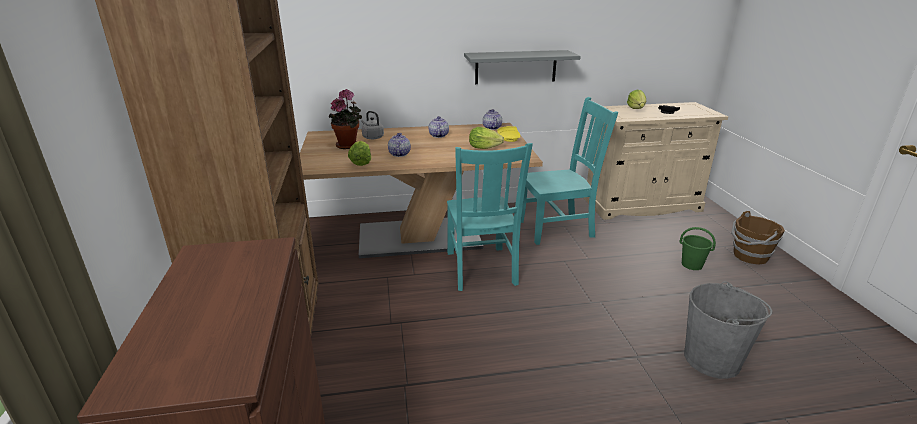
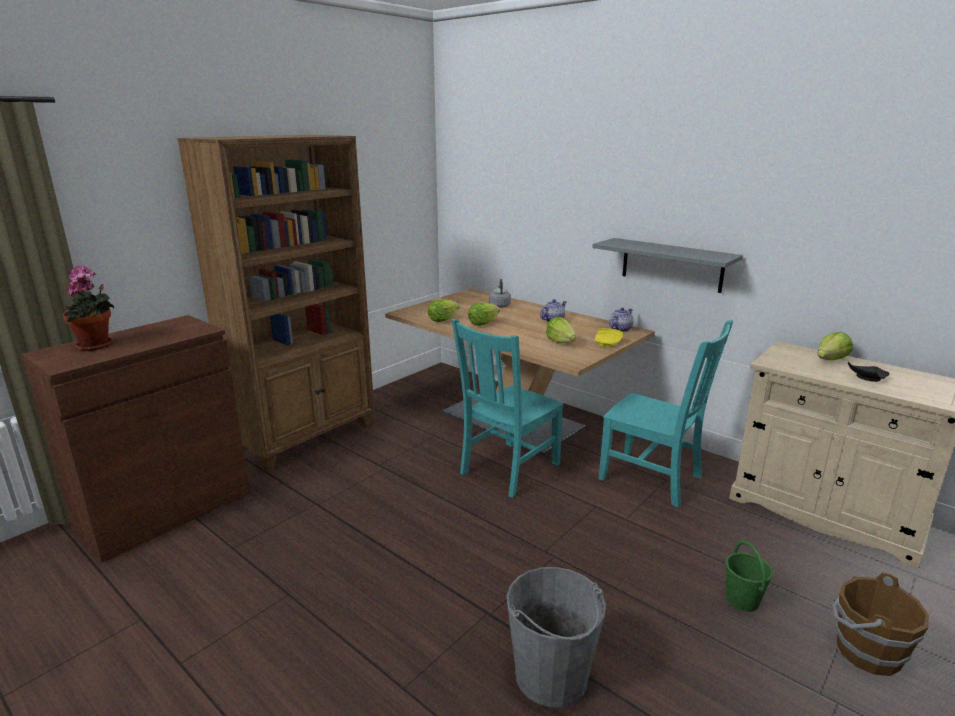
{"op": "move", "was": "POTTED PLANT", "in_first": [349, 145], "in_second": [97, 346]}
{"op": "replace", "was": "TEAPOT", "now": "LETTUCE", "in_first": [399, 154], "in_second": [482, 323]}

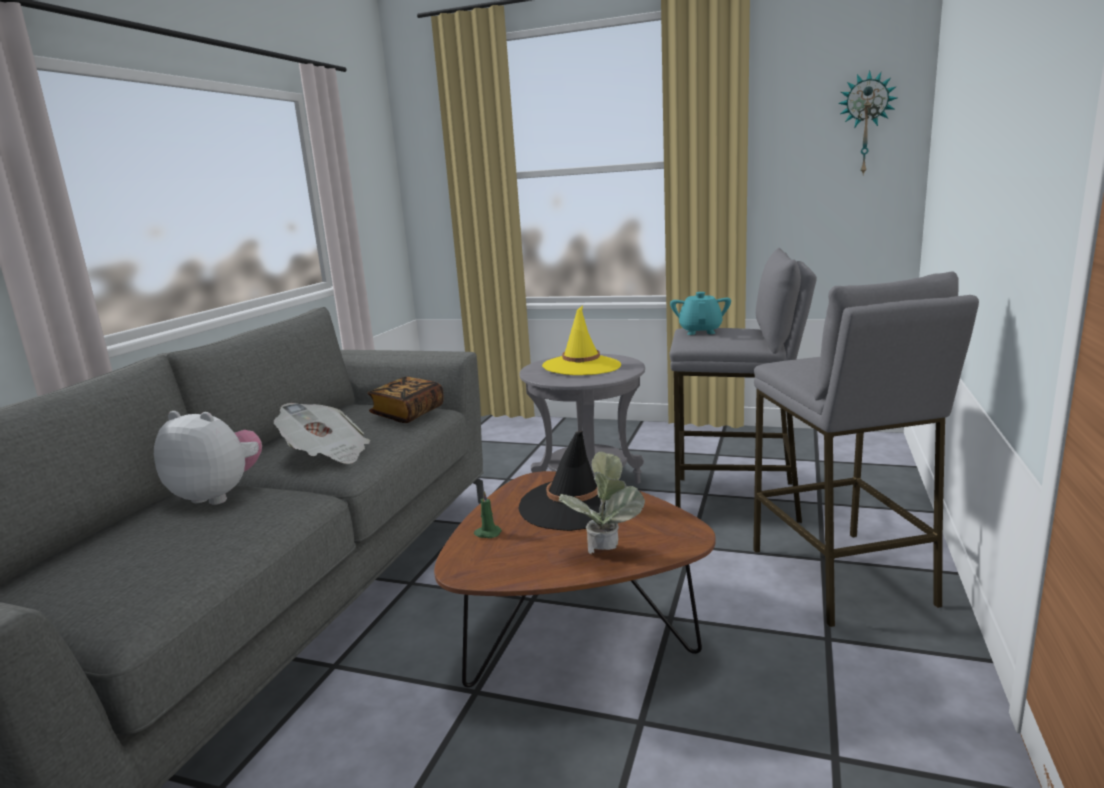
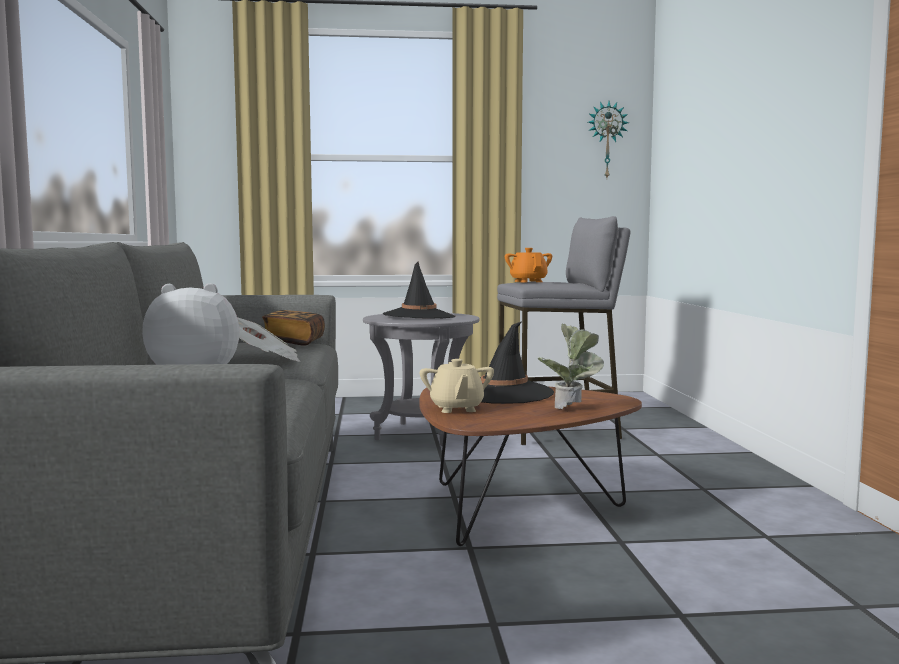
{"op": "delete", "was": "GREY STOOL", "in_first": [840, 576]}
{"op": "replace", "was": "GREEN-COLOURED WAX LIGHT", "now": "BEIGE-COLOURED TEAPOT", "in_first": [487, 533], "in_second": [456, 408]}
{"op": "recolor", "was": "YELLOW HAT", "now": "BLACKISH HAT", "in_first": [581, 366], "in_second": [419, 316]}
{"op": "recolor", "was": "TURQUOISE TEAPOT", "now": "ORANGE-COLOURED TEAPOT", "in_first": [700, 331], "in_second": [528, 281]}

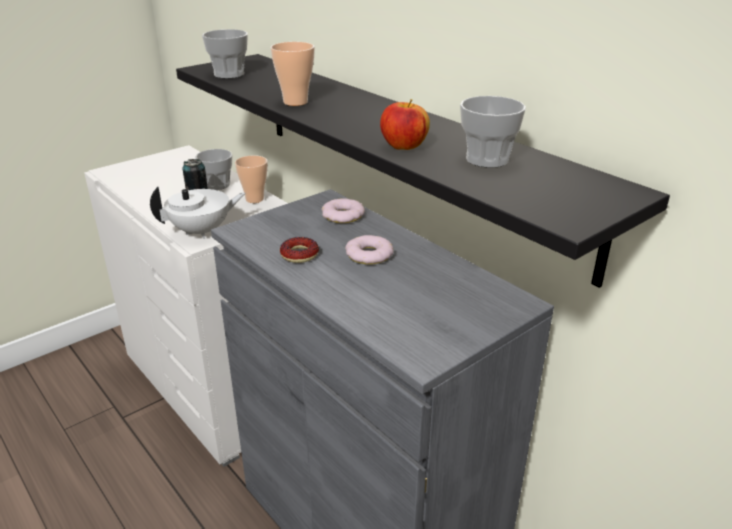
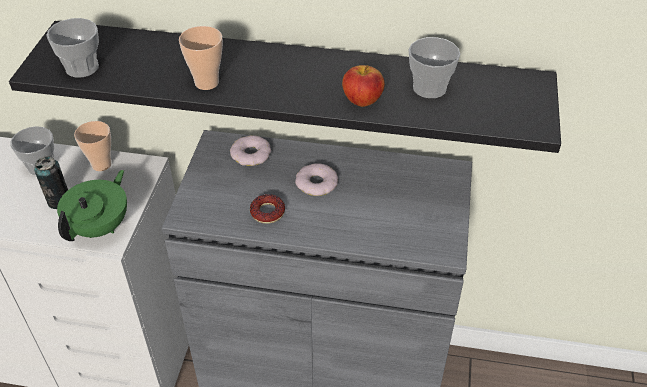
{"op": "recolor", "was": "WHITISH TEAPOT", "now": "GREEN-COLOURED TEAPOT", "in_first": [202, 231], "in_second": [101, 226]}

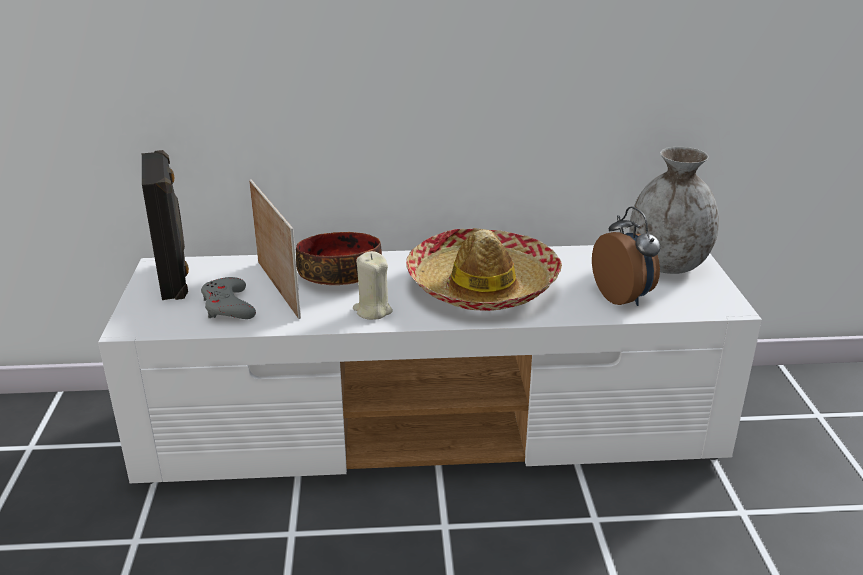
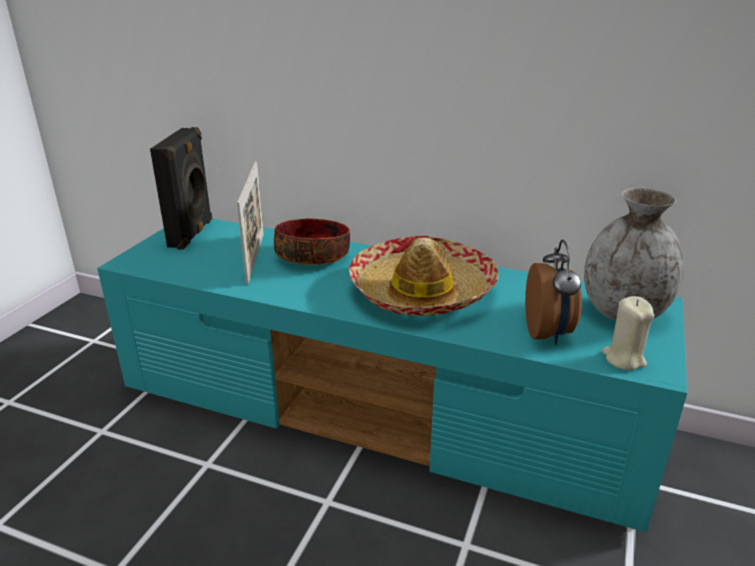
{"op": "delete", "was": "GREY GAME CONTROLLER", "in_first": [228, 306]}
{"op": "move", "was": "BEIGE-COLOURED WAX LIGHT", "in_first": [372, 310], "in_second": [623, 358]}
{"op": "recolor", "was": "WHITISH TV UNIT", "now": "TURQUOISE TV UNIT", "in_first": [435, 427], "in_second": [381, 411]}

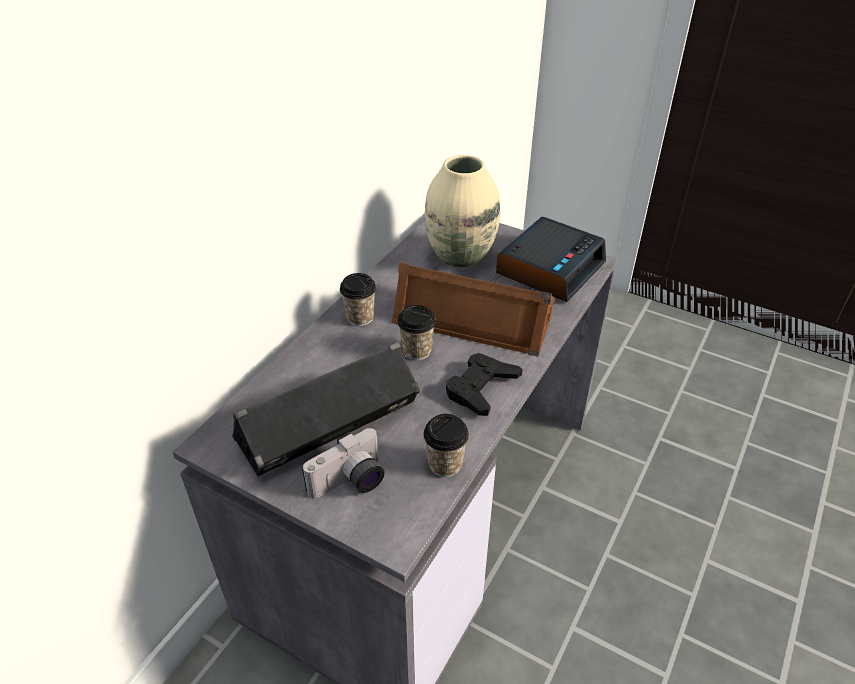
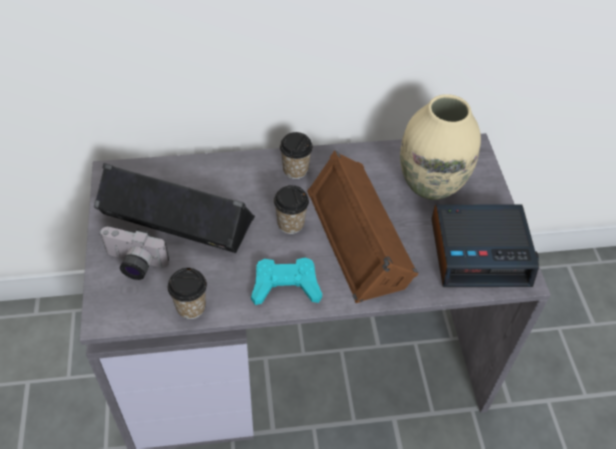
{"op": "recolor", "was": "BLACKISH GAME CONTROLLER", "now": "TURQUOISE GAME CONTROLLER", "in_first": [481, 388], "in_second": [285, 285]}

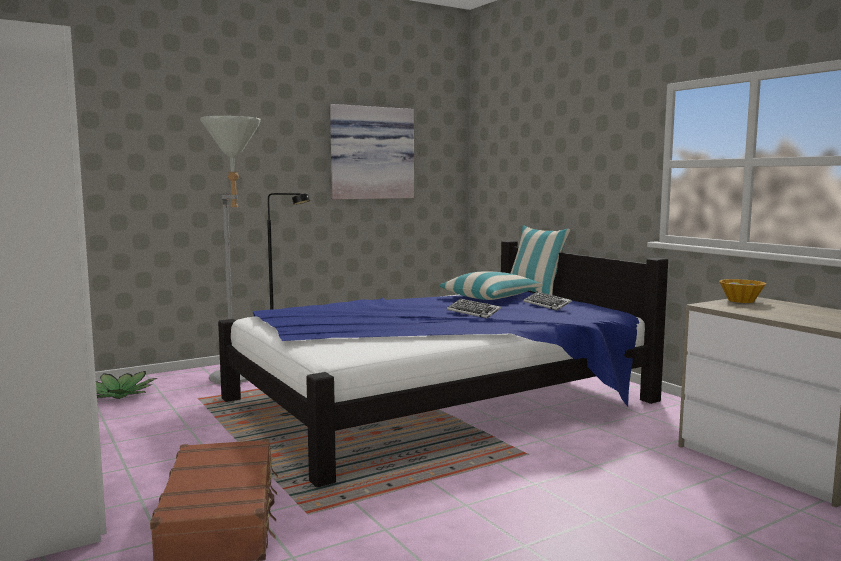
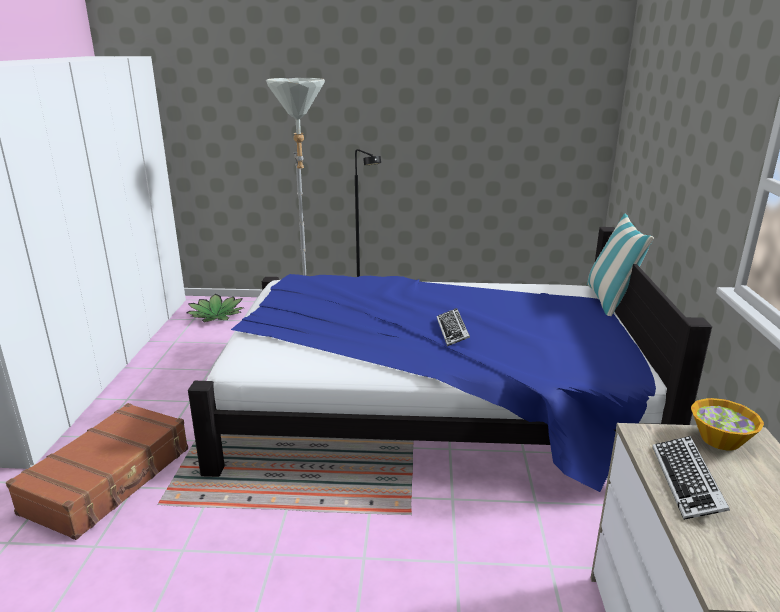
{"op": "delete", "was": "PICTURE", "in_first": [371, 153]}
{"op": "delete", "was": "THROW PILLOW", "in_first": [490, 297]}
{"op": "move", "was": "COMPUTER KEYBOARD", "in_first": [547, 305], "in_second": [687, 482]}

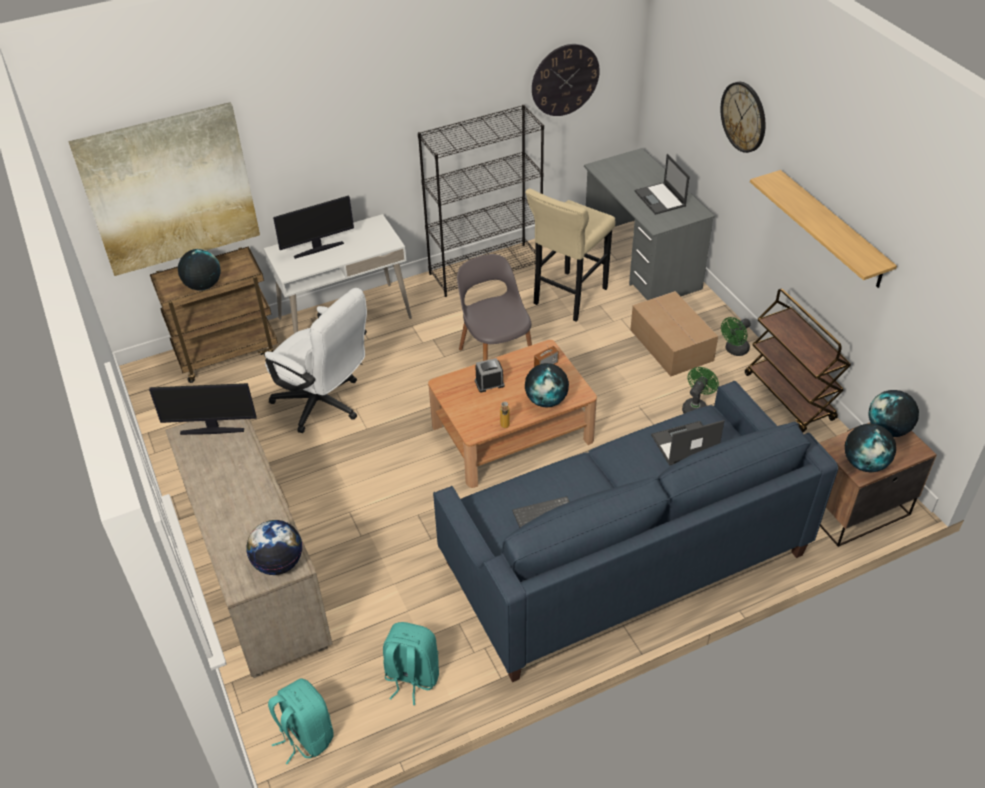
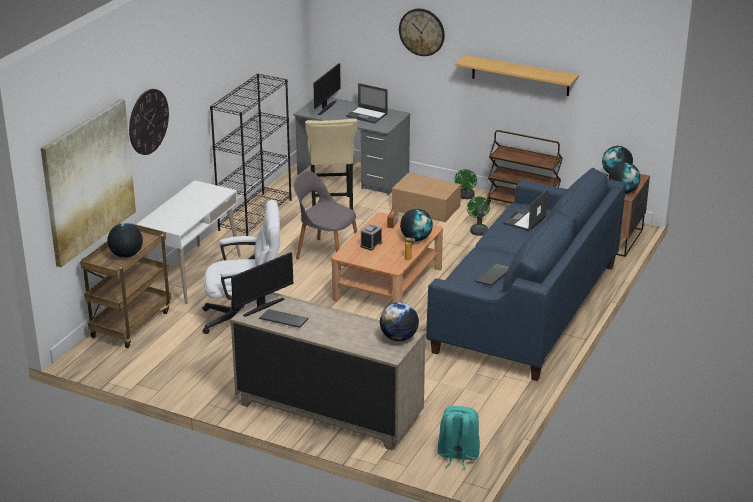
{"op": "delete", "was": "TURQUOISE BACKPACK", "in_first": [411, 677]}
{"op": "insert", "now": "COMPUTER KEYBOARD", "in_second": [283, 320]}
{"op": "move", "was": "COMPUTER DISPLAY", "in_first": [318, 249], "in_second": [326, 107]}
{"op": "move", "was": "HANGING CLOCK", "in_first": [565, 80], "in_second": [148, 121]}

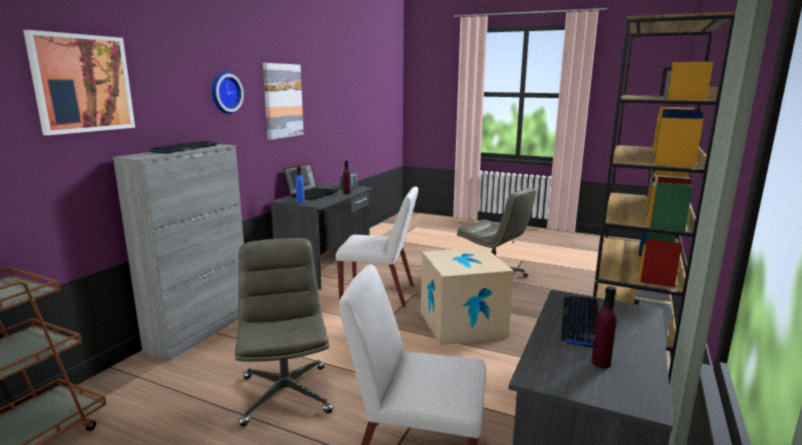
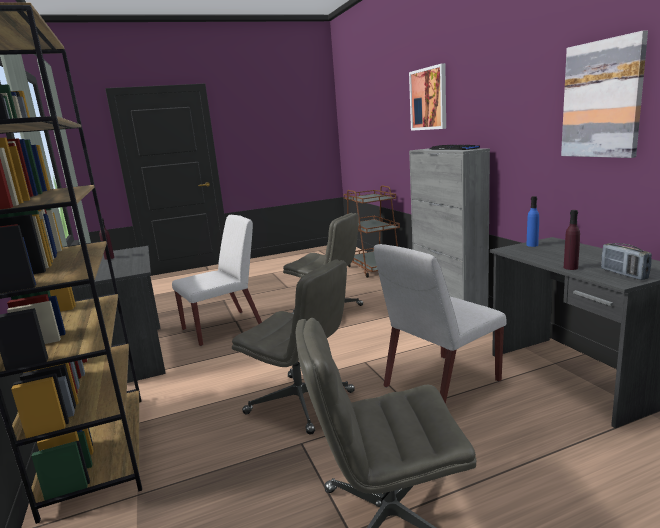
{"op": "delete", "was": "HANGING CLOCK", "in_first": [224, 92]}
{"op": "delete", "was": "NOTEBOOK COMPUTER", "in_first": [312, 194]}
{"op": "delete", "was": "COMPUTER KEYBOARD", "in_first": [580, 321]}
{"op": "replace", "was": "PACKING BOX", "now": "GREY DESK CHAIR", "in_first": [462, 324], "in_second": [301, 403]}

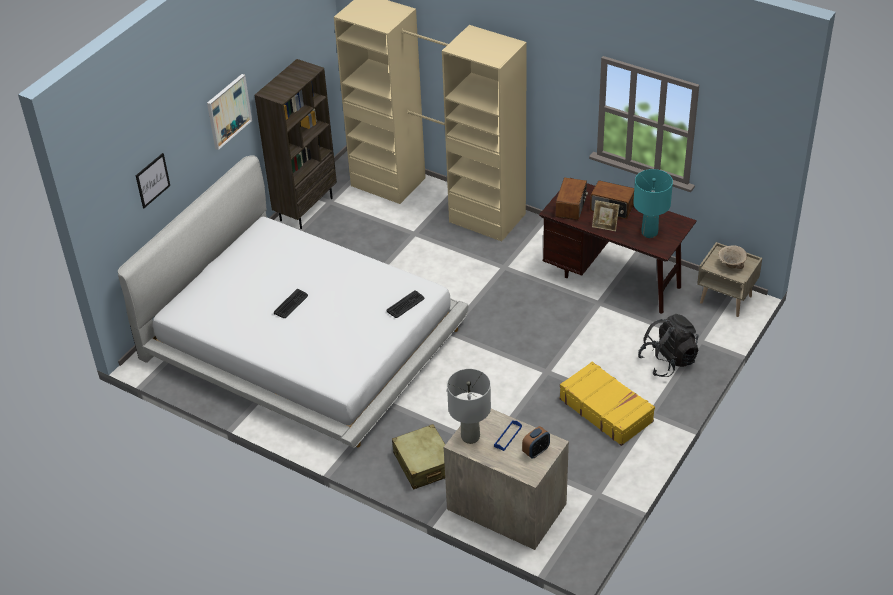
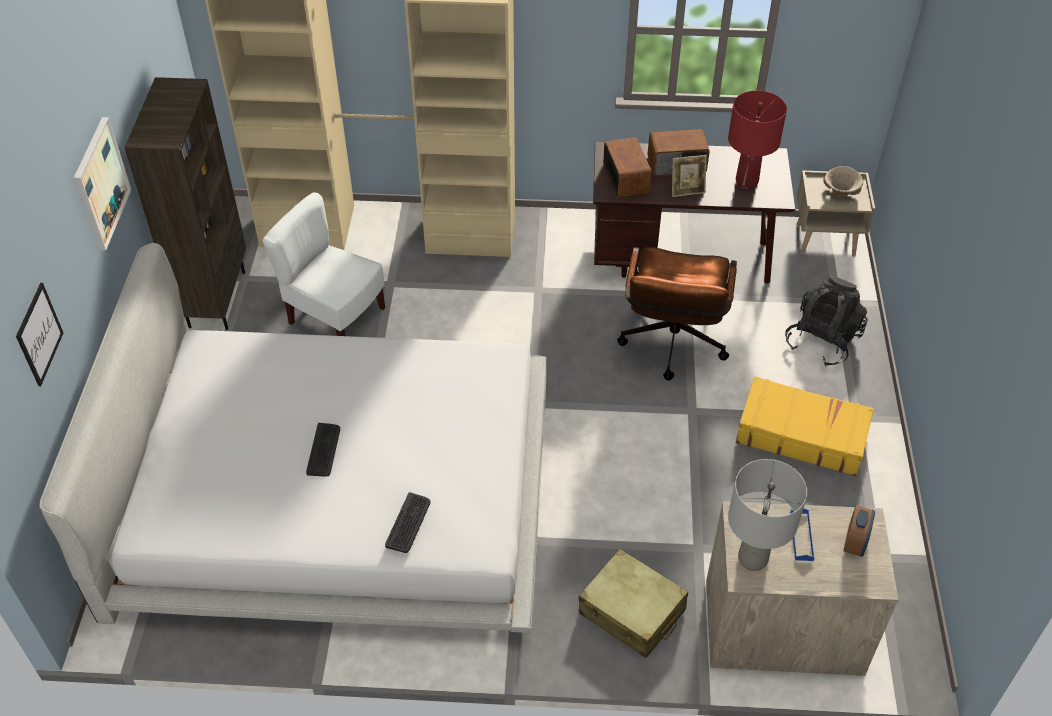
{"op": "insert", "now": "WHITISH PLAIN CHAIR", "in_second": [335, 317]}
{"op": "insert", "now": "BROWN DESK CHAIR", "in_second": [672, 347]}
{"op": "move", "was": "COMPUTER KEYBOARD", "in_first": [405, 305], "in_second": [408, 523]}
{"op": "recolor", "was": "TURQUOISE TABLE LAMP", "now": "RED TABLE LAMP", "in_first": [649, 233], "in_second": [747, 182]}

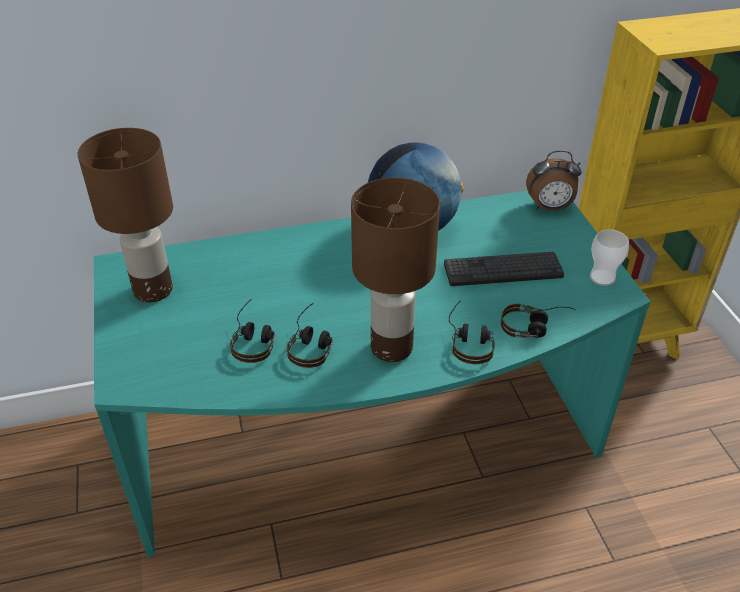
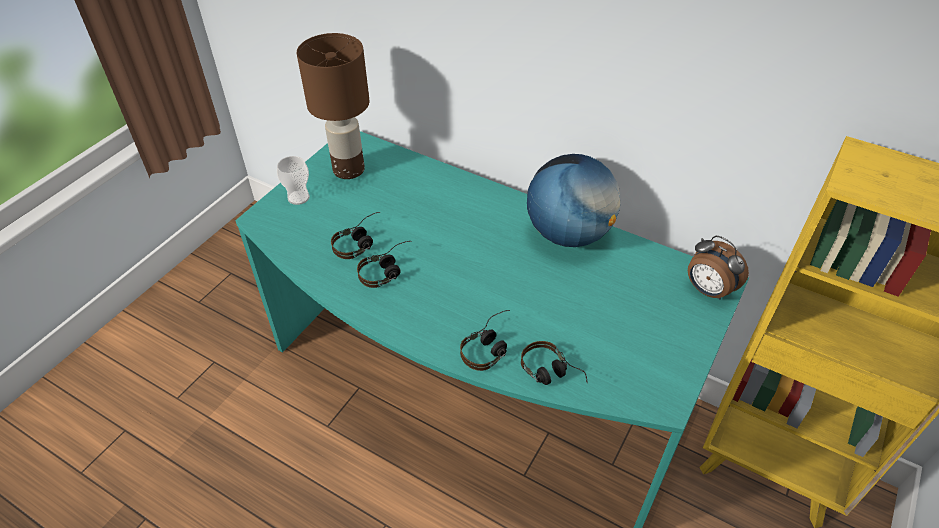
{"op": "delete", "was": "BROWN TABLE LAMP", "in_first": [392, 348]}
{"op": "delete", "was": "COMPUTER KEYBOARD", "in_first": [503, 270]}
{"op": "move", "was": "SMALL CUP", "in_first": [602, 277], "in_second": [298, 197]}

